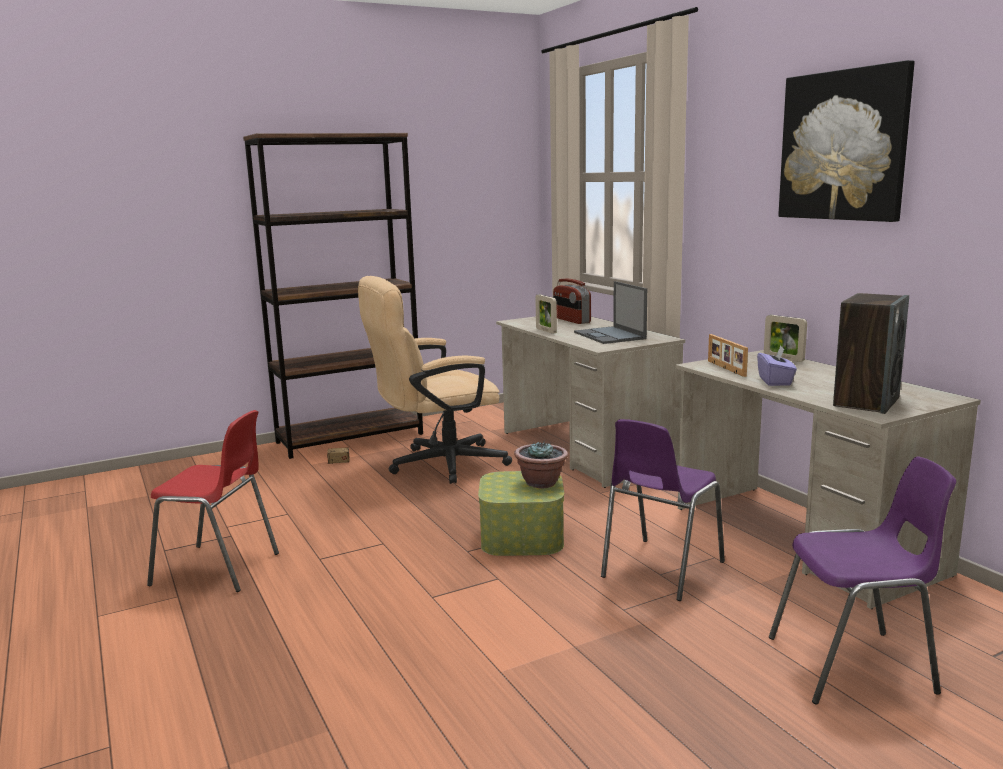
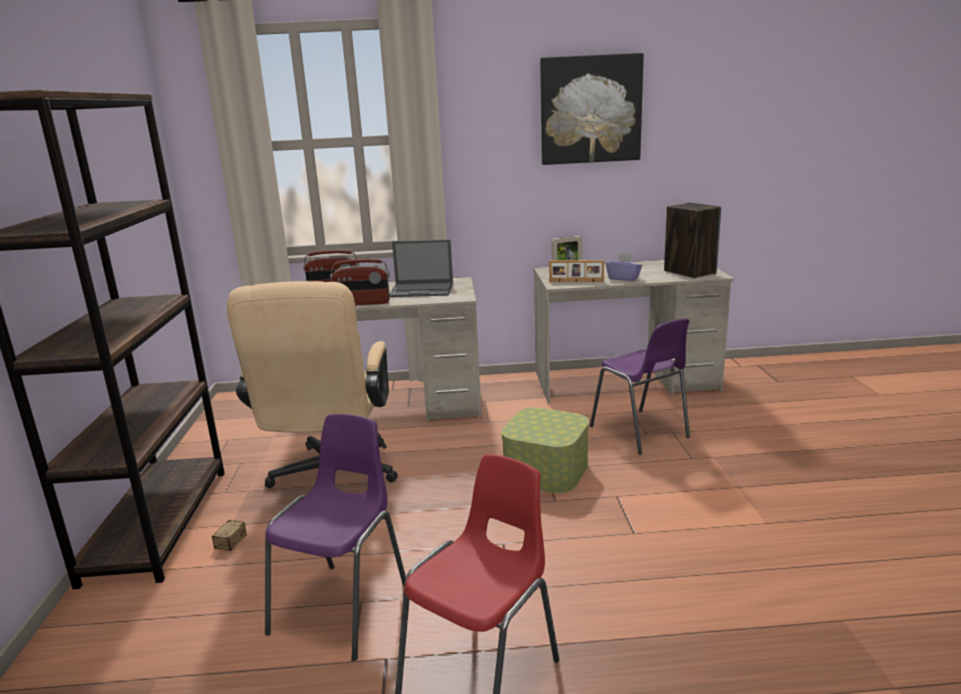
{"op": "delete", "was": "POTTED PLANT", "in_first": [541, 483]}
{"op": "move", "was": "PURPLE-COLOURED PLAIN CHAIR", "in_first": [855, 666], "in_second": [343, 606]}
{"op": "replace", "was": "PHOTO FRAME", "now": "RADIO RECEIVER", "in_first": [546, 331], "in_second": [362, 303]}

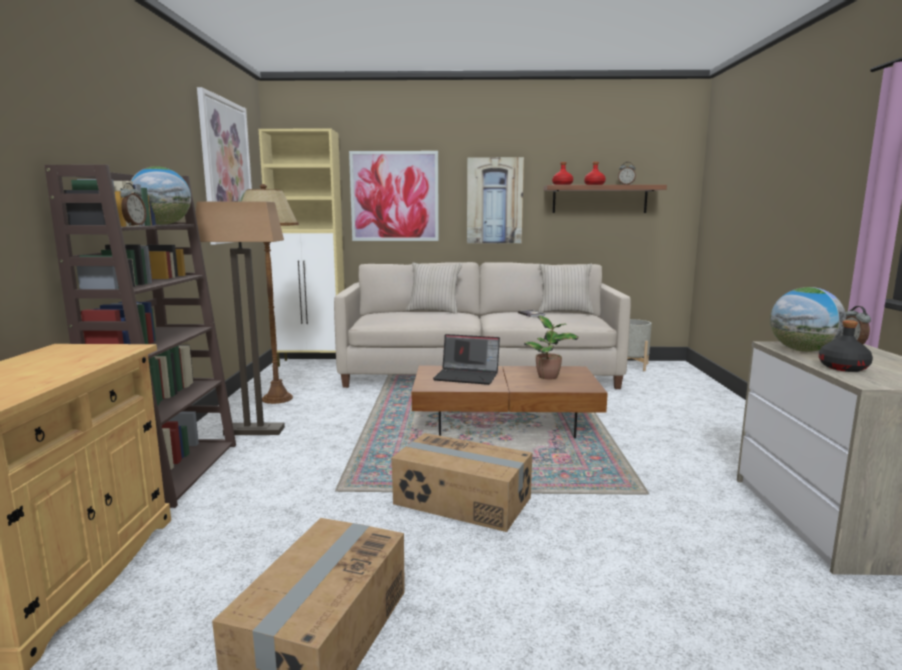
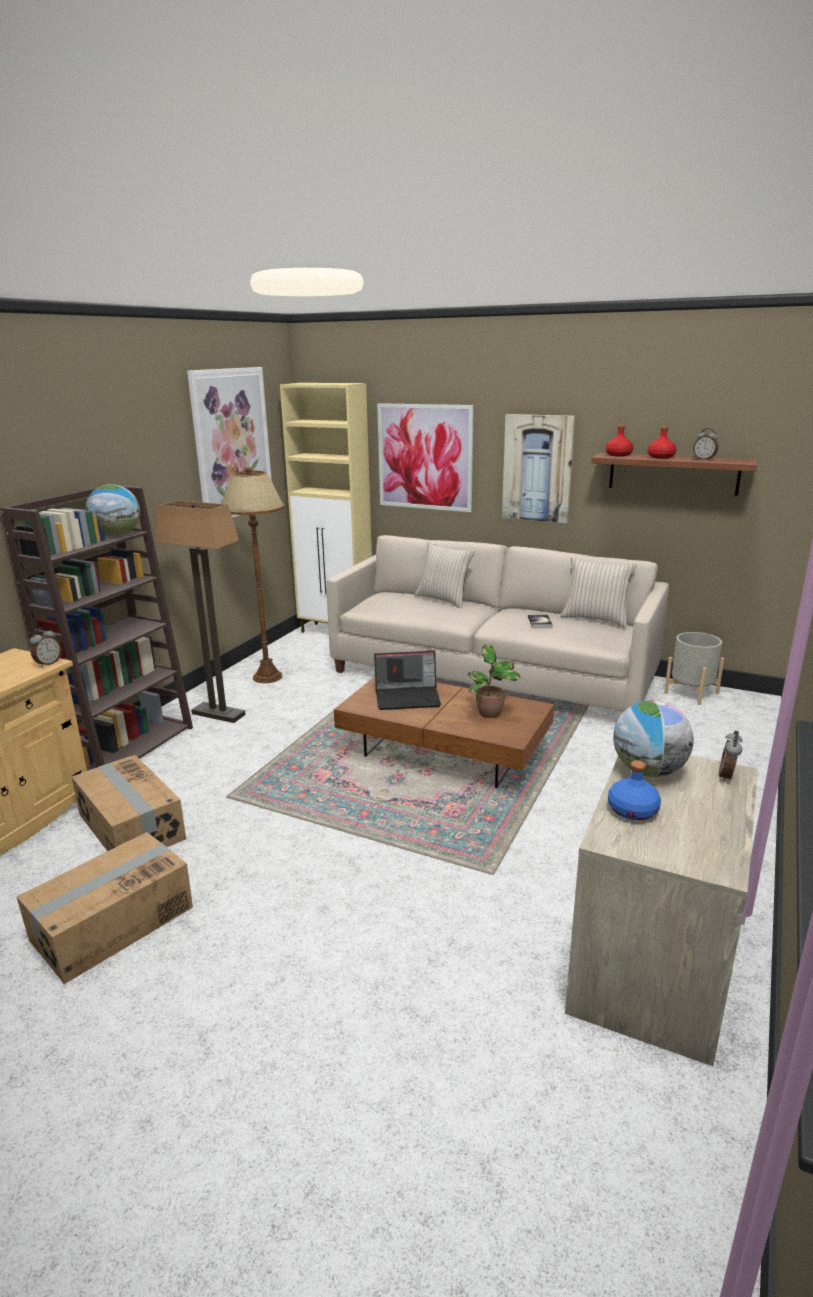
{"op": "move", "was": "ALARM CLOCK", "in_first": [133, 225], "in_second": [48, 663]}
{"op": "move", "was": "PACKING BOX", "in_first": [462, 501], "in_second": [130, 827]}
{"op": "recolor", "was": "BLACKISH BOTTLE", "now": "BLUE-COLOURED BOTTLE", "in_first": [844, 368], "in_second": [633, 810]}
{"op": "rotate", "was": "NOTEBOOK COMPUTER", "in_first": [467, 376], "in_second": [408, 697], "clockwise": -45}

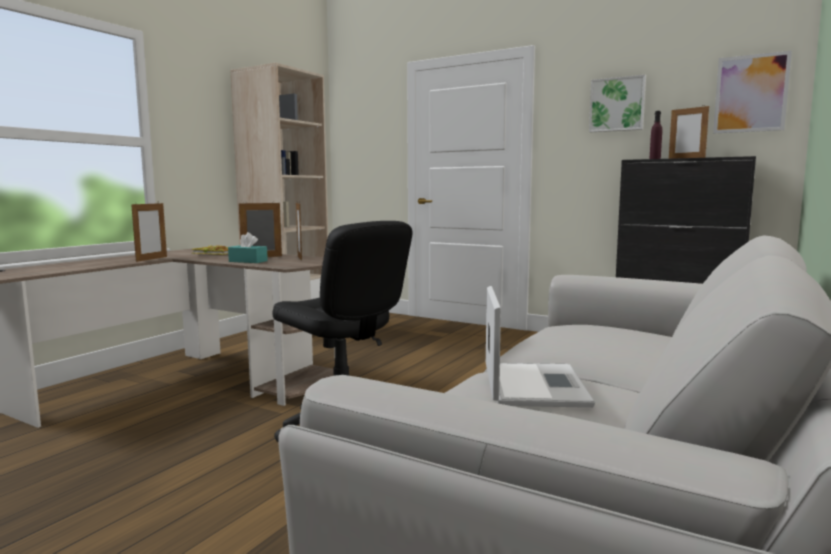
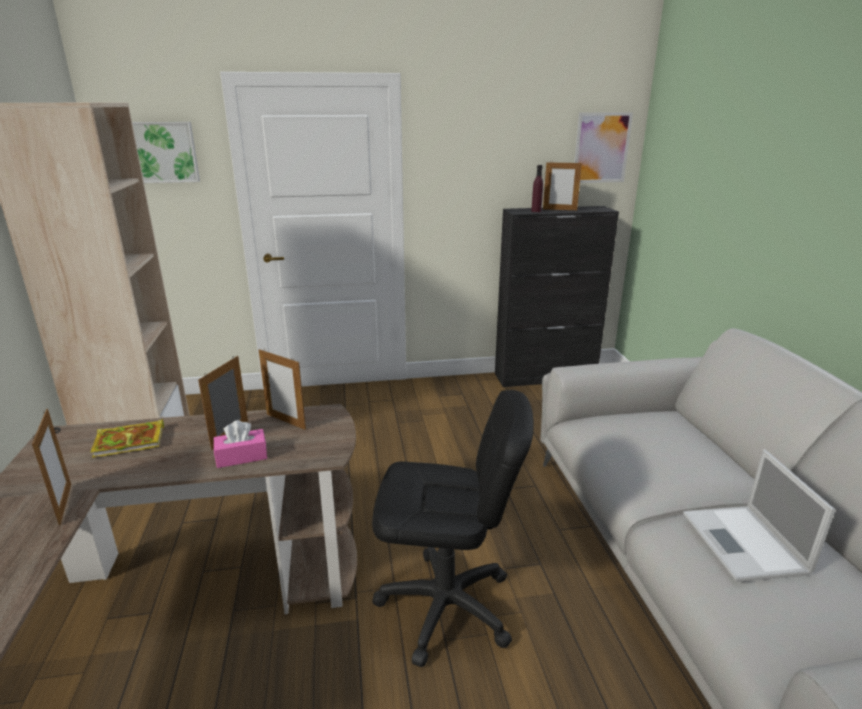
{"op": "move", "was": "PICTURE", "in_first": [617, 104], "in_second": [165, 152]}
{"op": "recolor", "was": "TURQUOISE TISSUE HOLDER", "now": "PINK TISSUE HOLDER", "in_first": [248, 261], "in_second": [241, 456]}
{"op": "rotate", "was": "NOTEBOOK COMPUTER", "in_first": [533, 384], "in_second": [745, 544], "clockwise": -150}

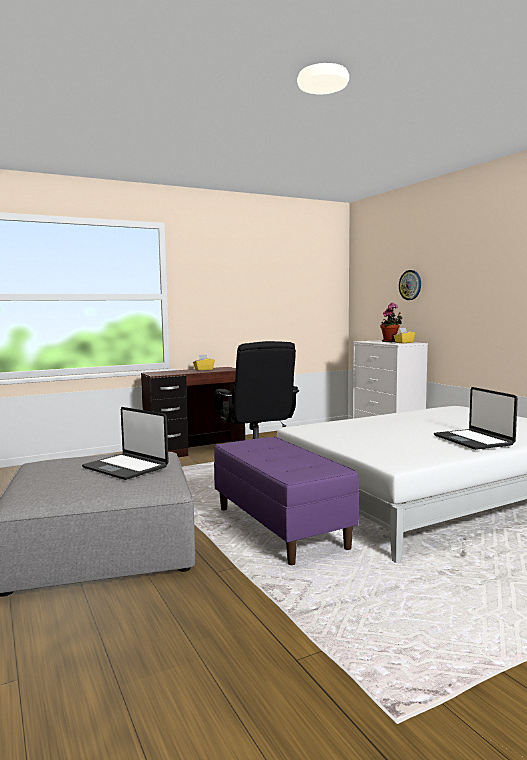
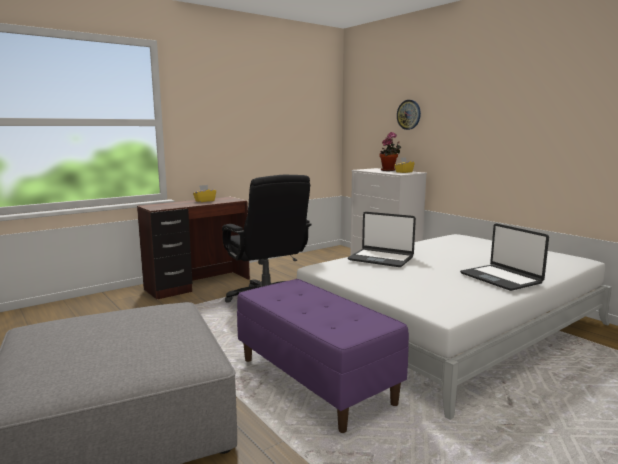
{"op": "move", "was": "NOTEBOOK COMPUTER", "in_first": [126, 467], "in_second": [381, 258]}

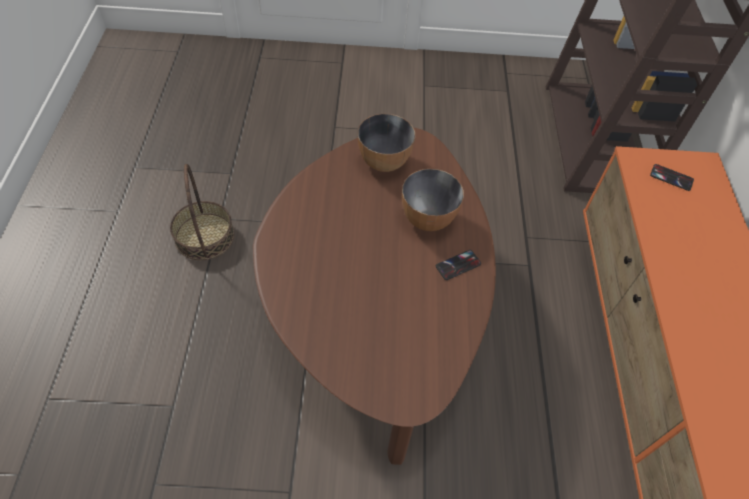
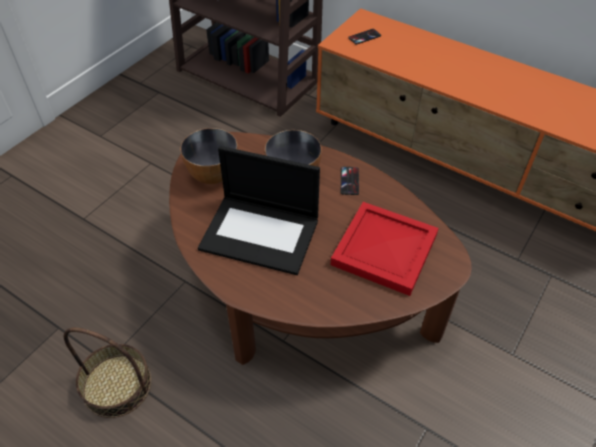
{"op": "insert", "now": "NOTEBOOK COMPUTER", "in_second": [261, 233]}
{"op": "insert", "now": "RED CARRYING TRAY", "in_second": [382, 250]}

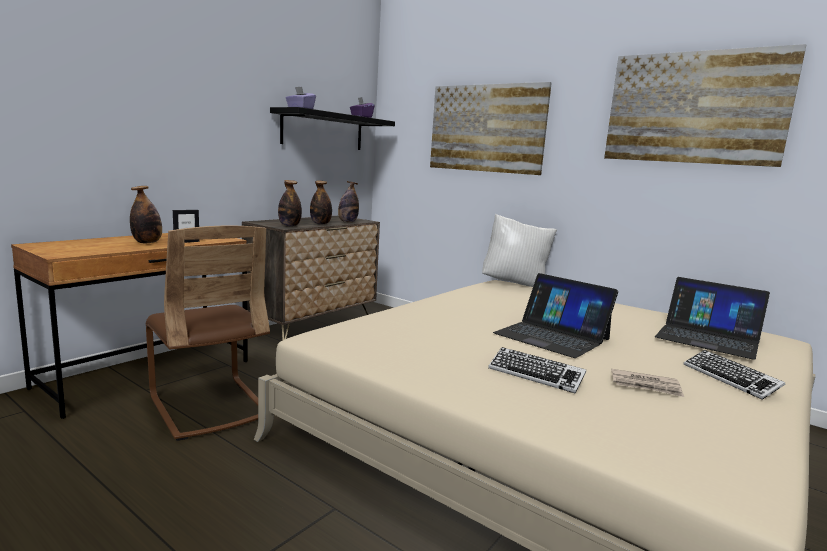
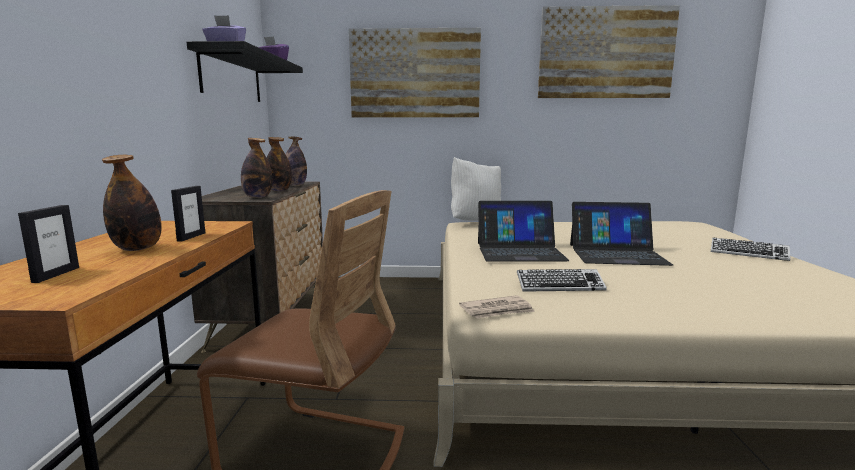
{"op": "insert", "now": "PHOTO FRAME", "in_second": [56, 275]}
{"op": "move", "was": "COMPUTER KEYBOARD", "in_first": [535, 375], "in_second": [560, 286]}
{"op": "move", "was": "PRINTED PAPER", "in_first": [646, 385], "in_second": [497, 310]}
{"op": "move", "was": "NOTEBOOK COMPUTER", "in_first": [708, 338], "in_second": [520, 251]}

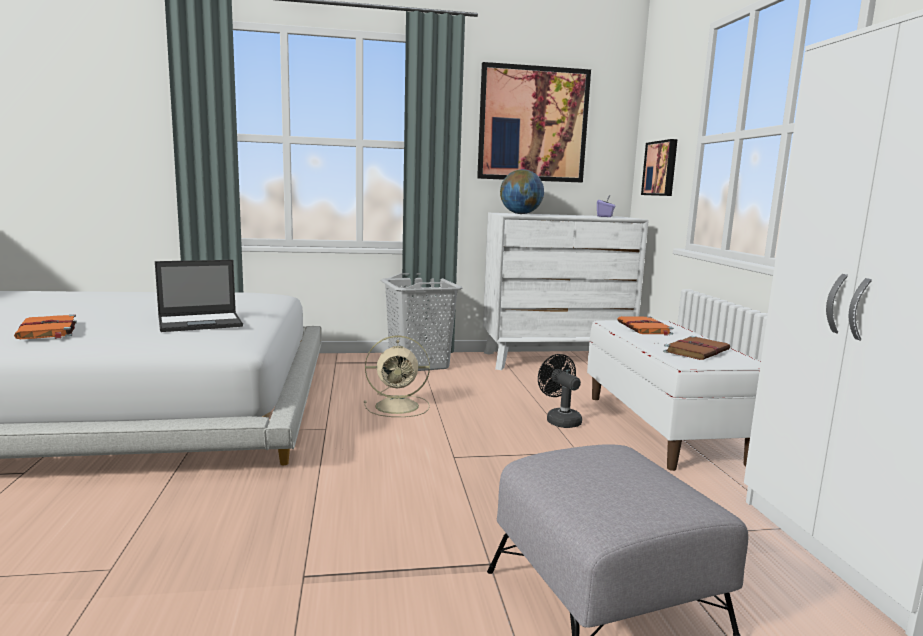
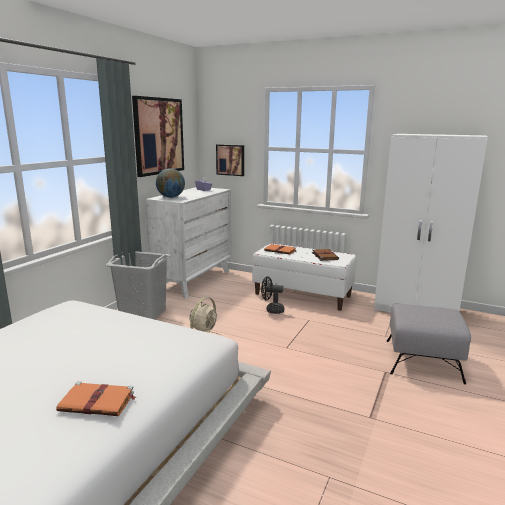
{"op": "delete", "was": "NOTEBOOK COMPUTER", "in_first": [201, 322]}

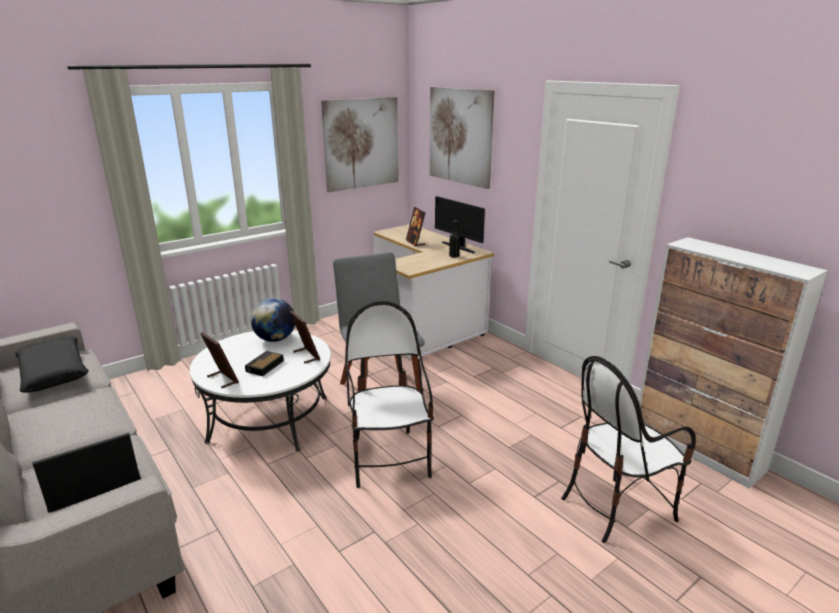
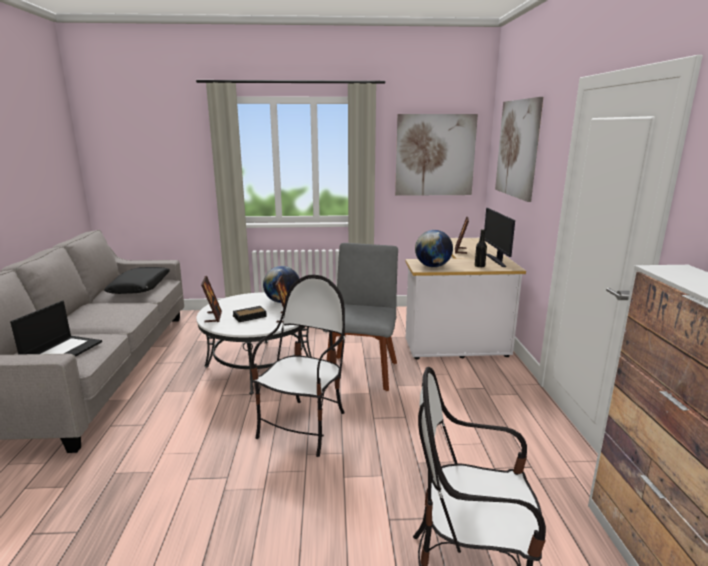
{"op": "insert", "now": "DESK GLOBE", "in_second": [432, 266]}
{"op": "rotate", "was": "NOTEBOOK COMPUTER", "in_first": [92, 482], "in_second": [62, 351], "clockwise": 105}

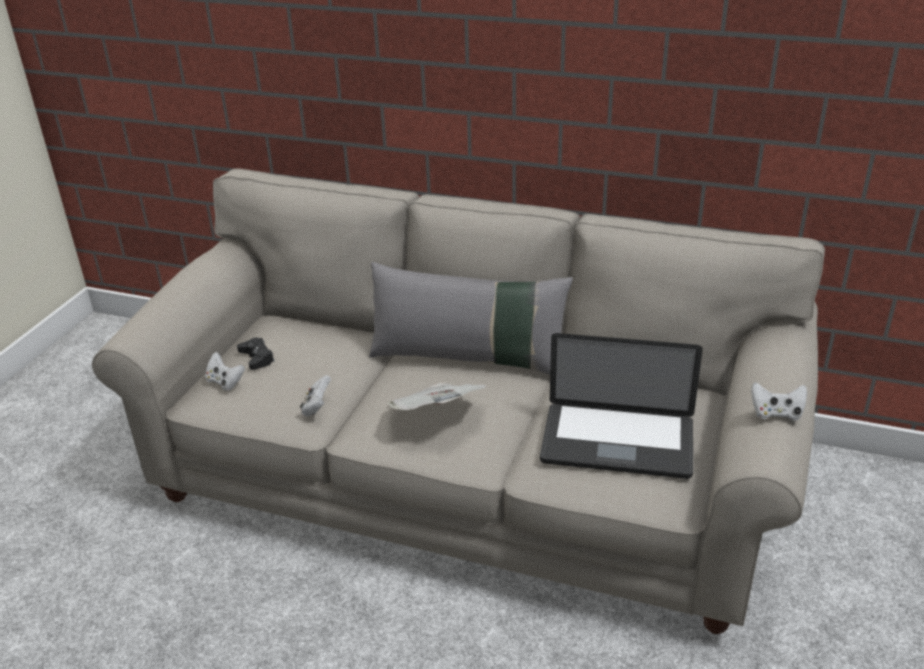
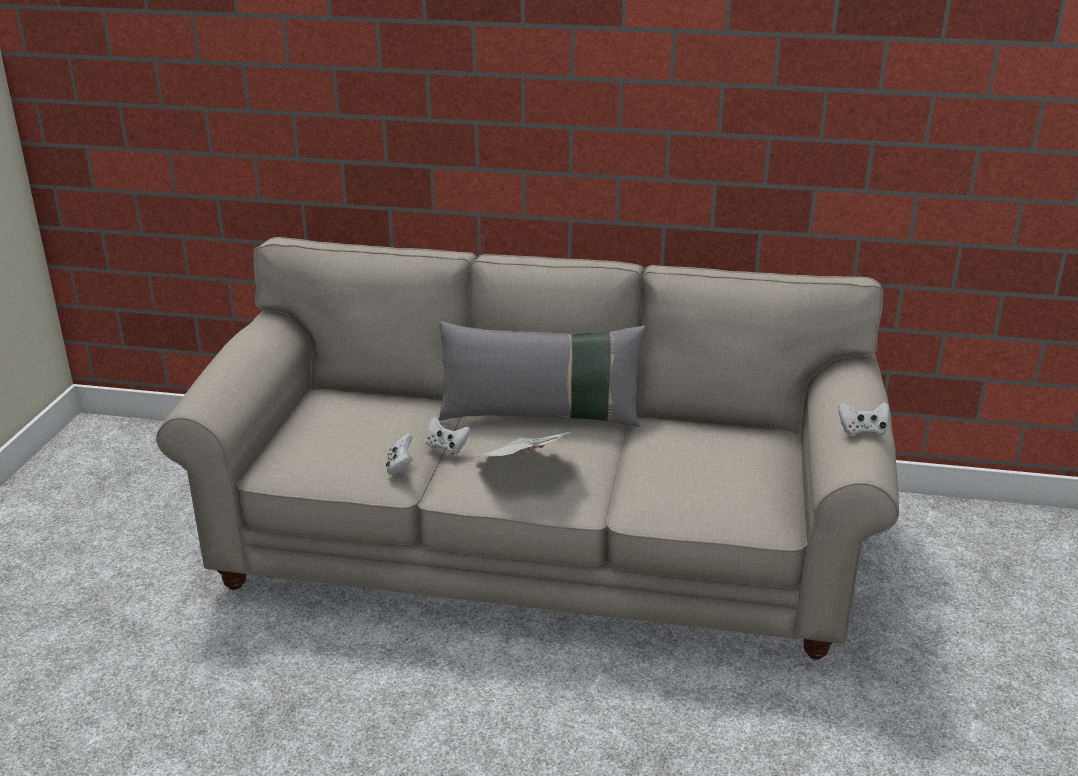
{"op": "delete", "was": "BLACKISH GAME CONTROLLER", "in_first": [257, 358]}
{"op": "delete", "was": "NOTEBOOK COMPUTER", "in_first": [617, 442]}
{"op": "move", "was": "WHITISH GAME CONTROLLER", "in_first": [225, 382], "in_second": [446, 447]}

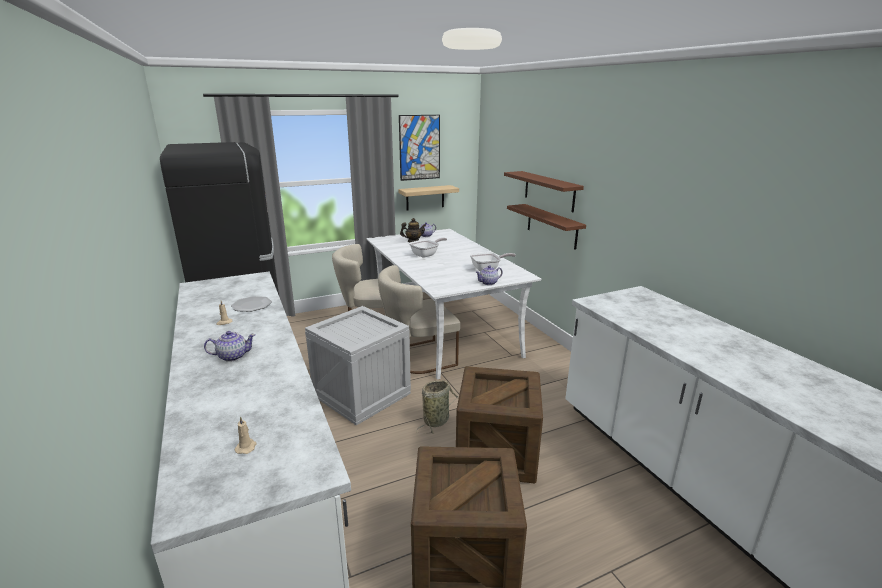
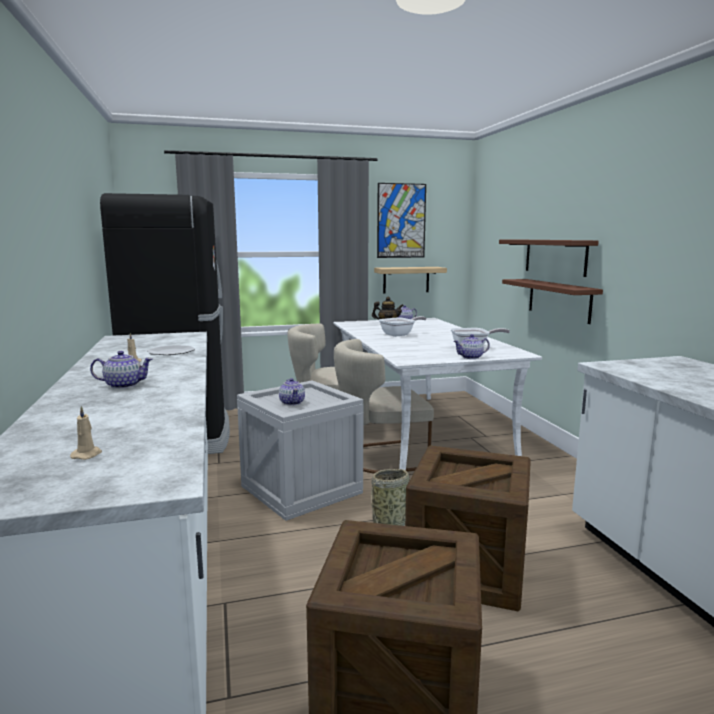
{"op": "insert", "now": "TEAPOT", "in_second": [292, 402]}

